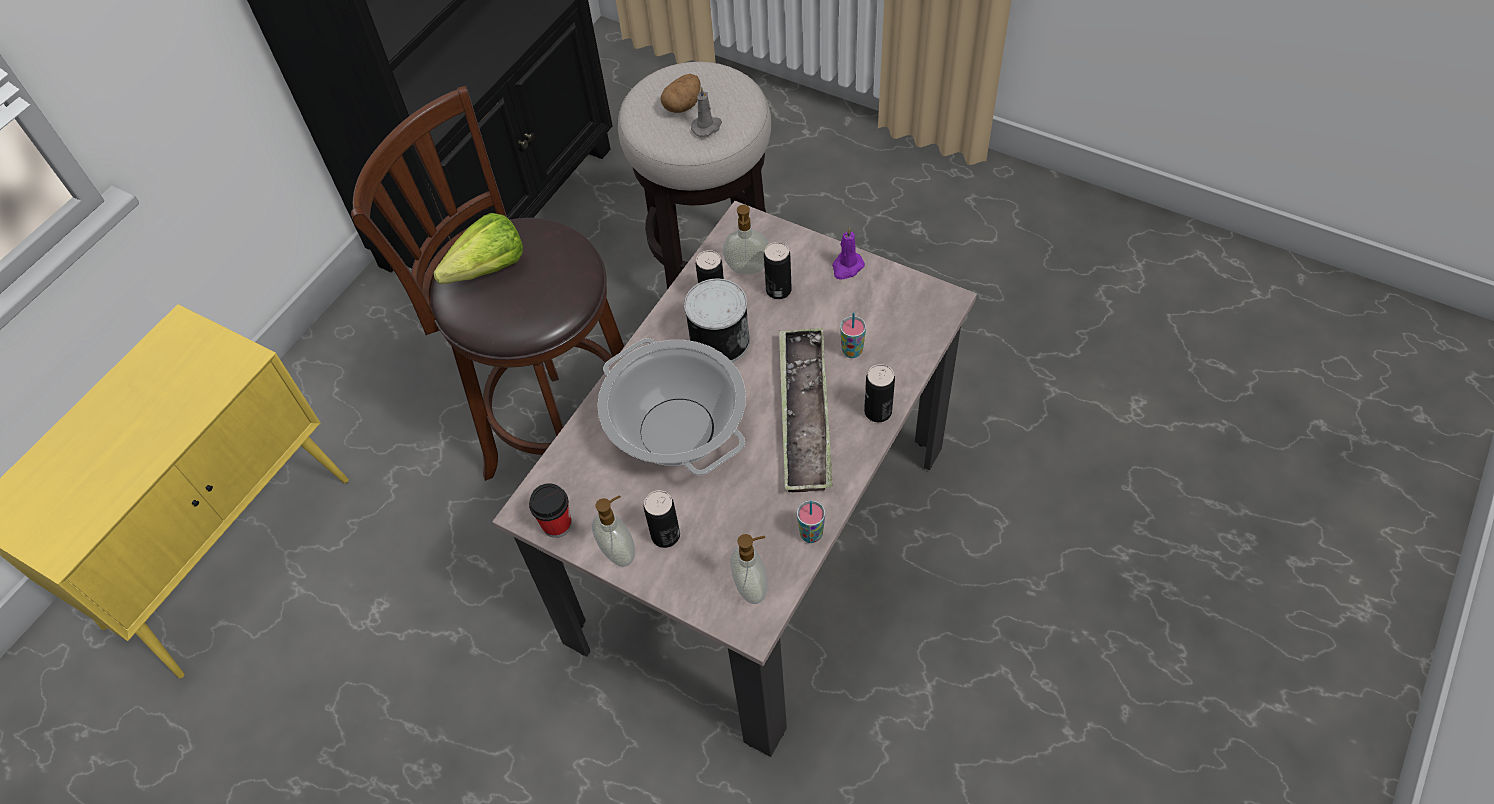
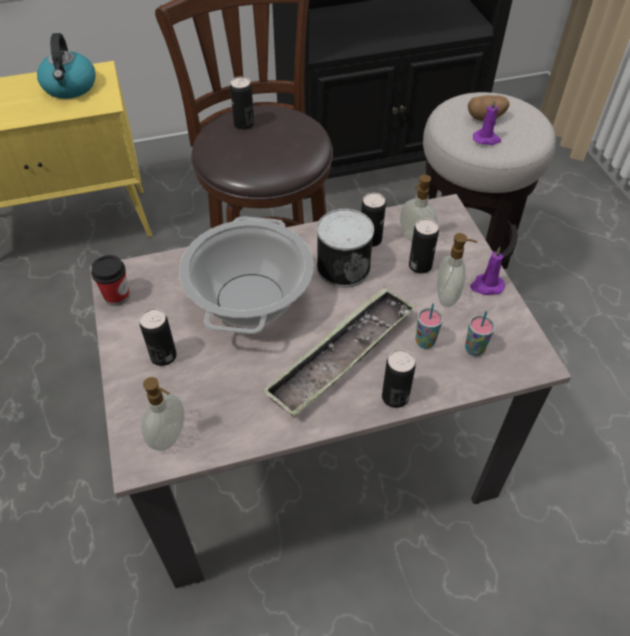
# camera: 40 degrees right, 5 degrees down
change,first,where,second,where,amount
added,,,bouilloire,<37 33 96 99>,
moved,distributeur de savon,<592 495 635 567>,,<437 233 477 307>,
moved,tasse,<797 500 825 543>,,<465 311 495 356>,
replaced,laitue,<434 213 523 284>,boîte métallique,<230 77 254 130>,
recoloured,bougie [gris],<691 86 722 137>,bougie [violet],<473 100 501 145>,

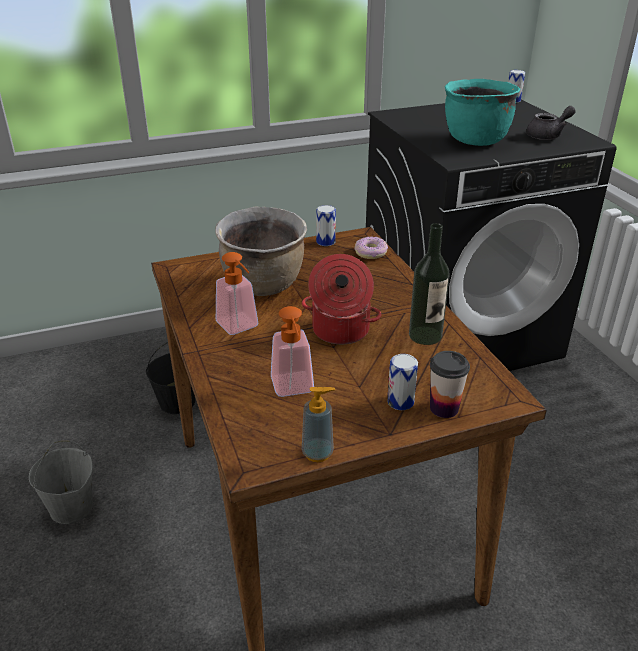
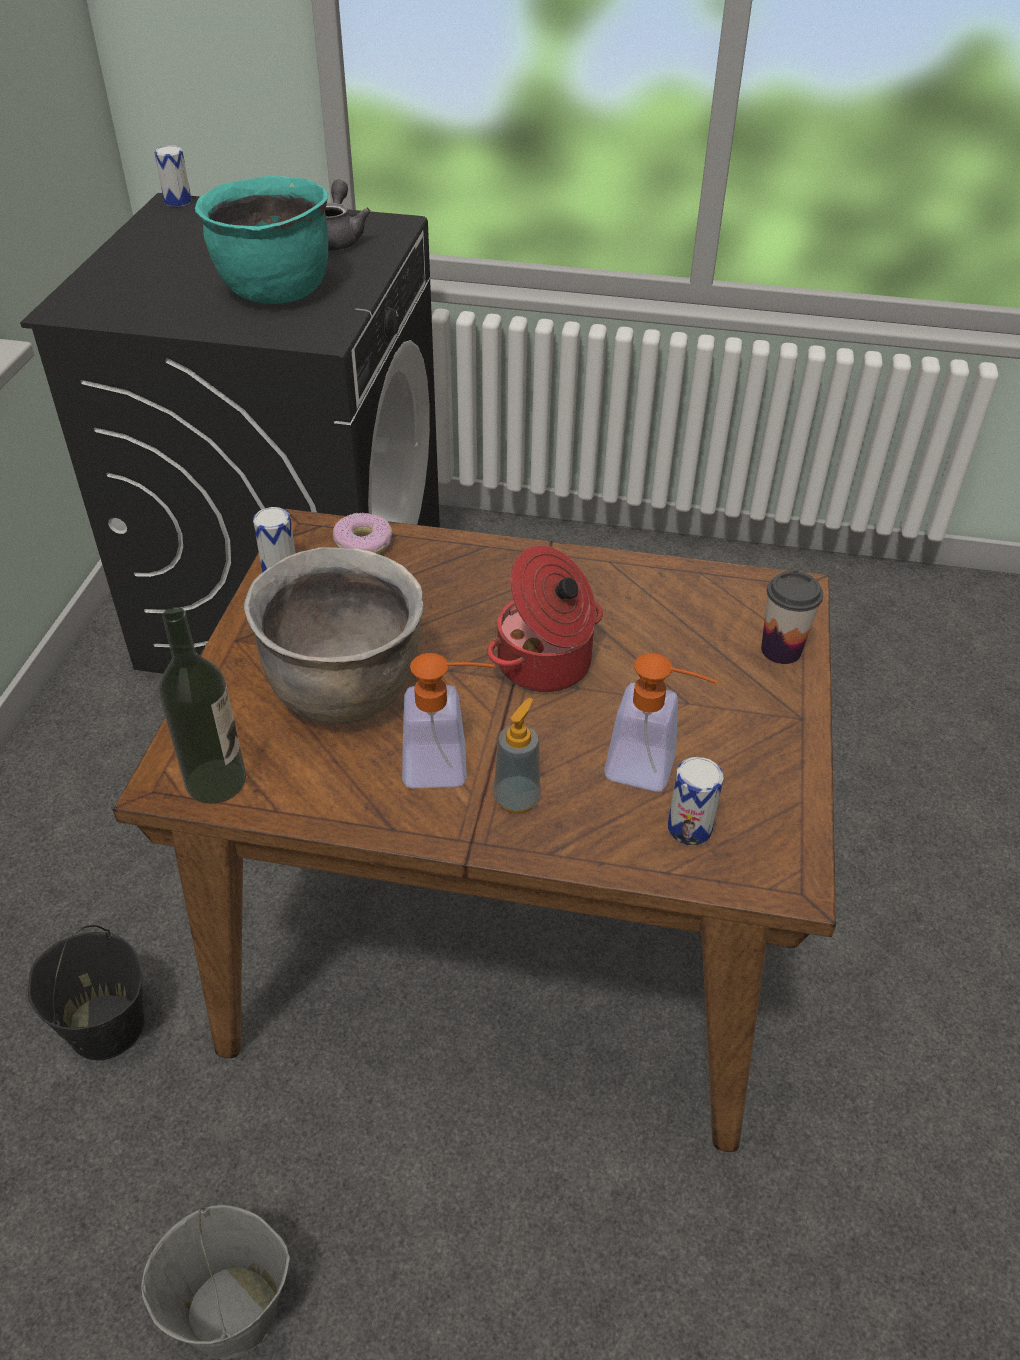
# camera: 60 degrees left, 10 degrees up
change,first,where,second,where,amount
moved,distributeur de savon,<302 387 335 462>,,<494 698 541 814>,
moved,boîte métallique,<387 354 418 410>,,<668 757 723 845>,
moved,bouteille,<409 223 450 345>,,<159 607 246 804>,

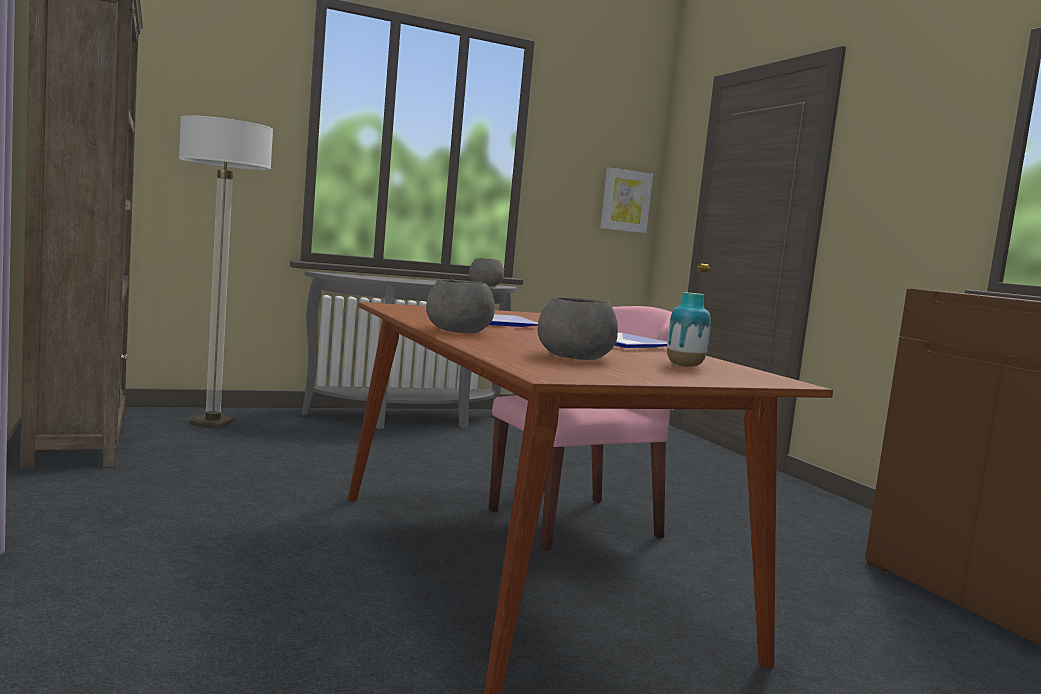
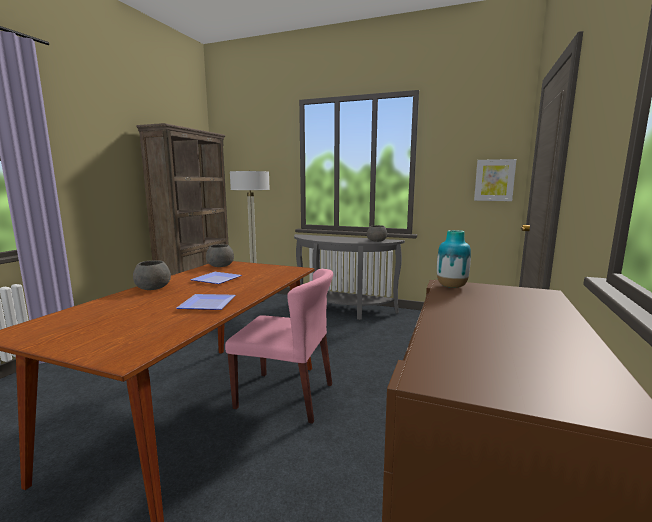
# camera: 45 degrees right, 5 degrees up
change,first,where,second,where,amount
moved,bol [gris],<538 297 618 360>,,<206 244 234 267>,
moved,vase,<667 292 711 367>,,<437 230 471 288>,

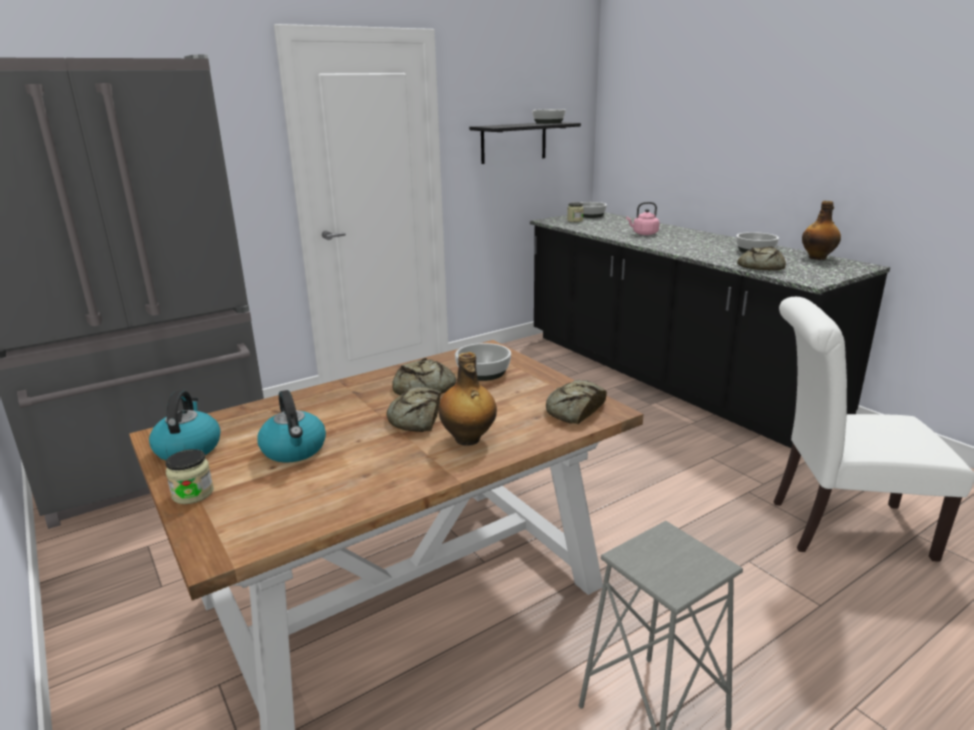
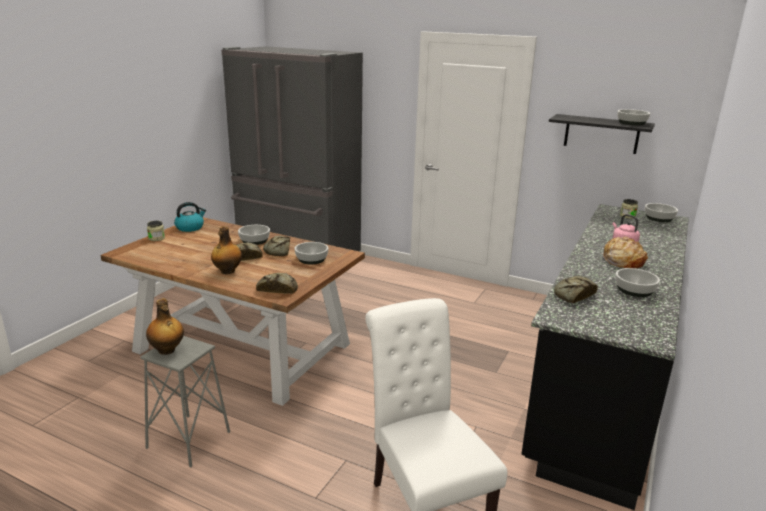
# camera: 60 degrees right, 0 degrees up
change,first,where,second,where,amount
removed,bouilloire,<257 390 326 463>,,,
added,,,bol,<238 225 270 245>,
added,,,pain,<602 236 648 268>,
moved,bouteille,<802 201 841 260>,,<146 298 184 355>,

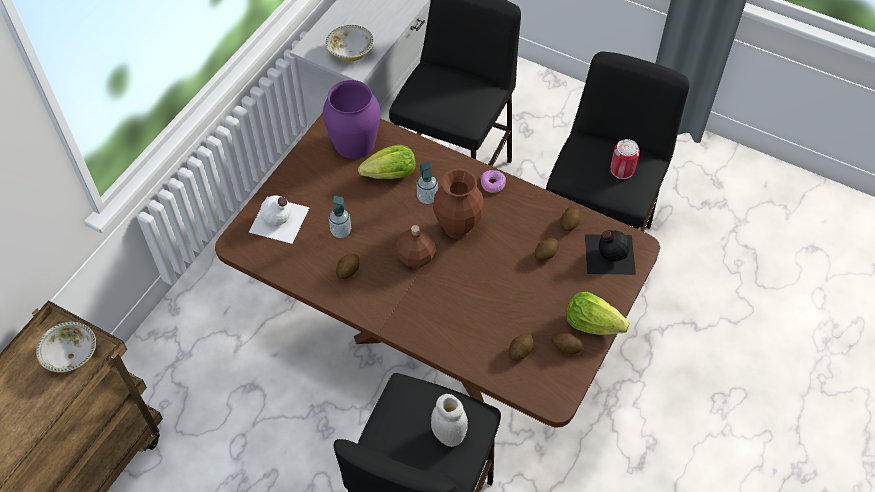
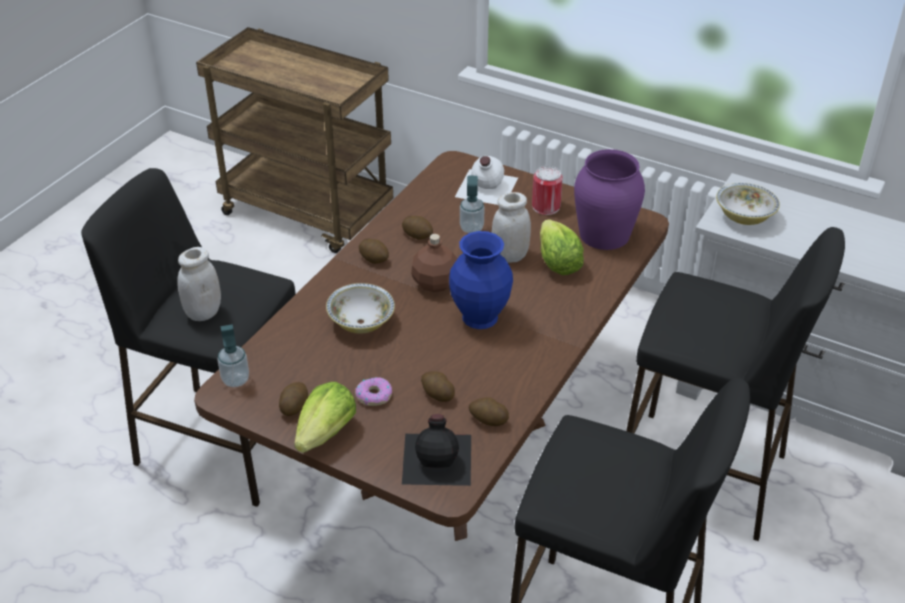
# camera: 90 degrees right, 15 degrees down
change,first,where,second,where,amount
added,,,bocal [blanc],<492 192 531 263>,
moved,bol,<36 322 96 373>,,<326 283 395 334>,
moved,distributeur de savon,<417 161 438 204>,,<218 324 249 387>,
moved,beignet,<481 170 506 193>,,<355 377 392 406>,
moved,pomme de terre,<508 334 533 361>,,<359 239 389 264>,
moved,boîte métallique,<611 139 640 179>,,<532 166 563 215>,
recoloured,vase [marron],<433 168 484 239>,vase [bleu],<449 231 513 329>,

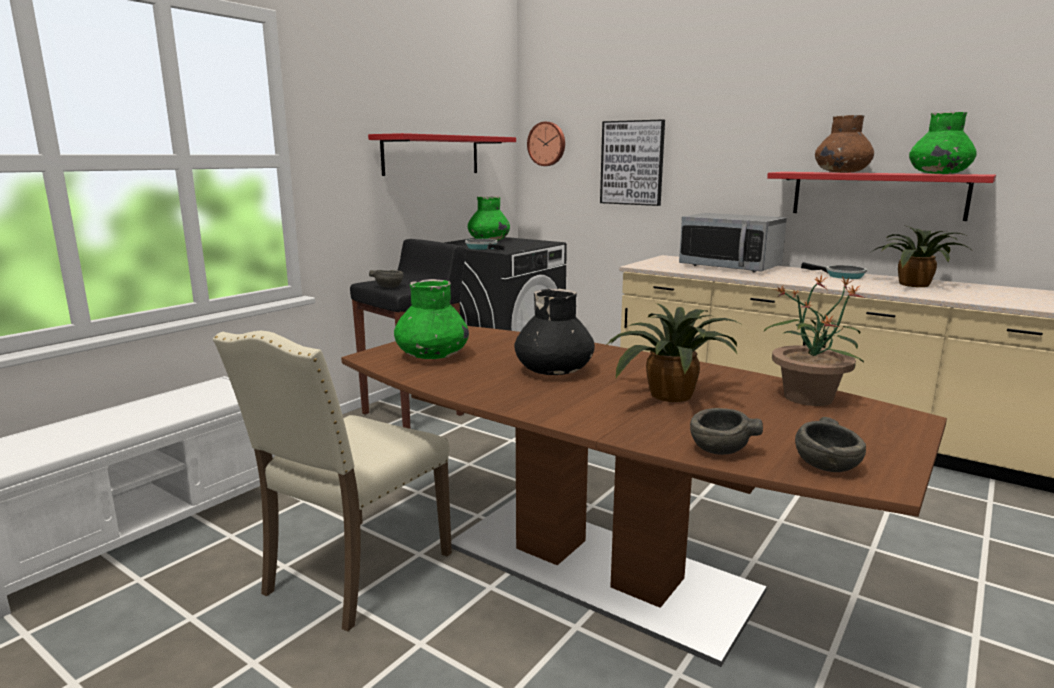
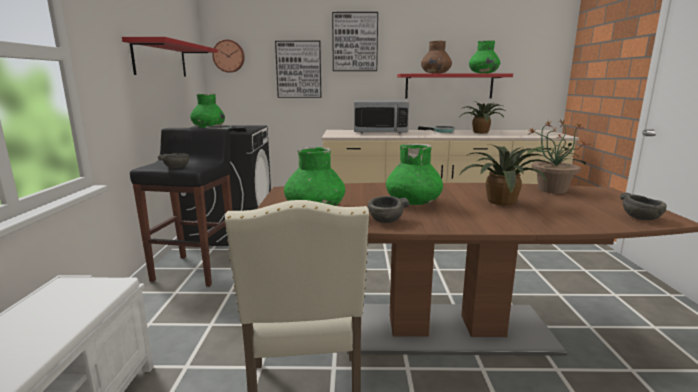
# camera: 35 degrees left, 0 degrees up
change,first,where,second,where,amount
added,,,tableau,<332 12 378 71>,
moved,bol [gris],<690 408 763 455>,,<368 196 409 223>,
recoloured,vase [noir],<514 289 595 375>,vase [vert],<386 143 443 205>,

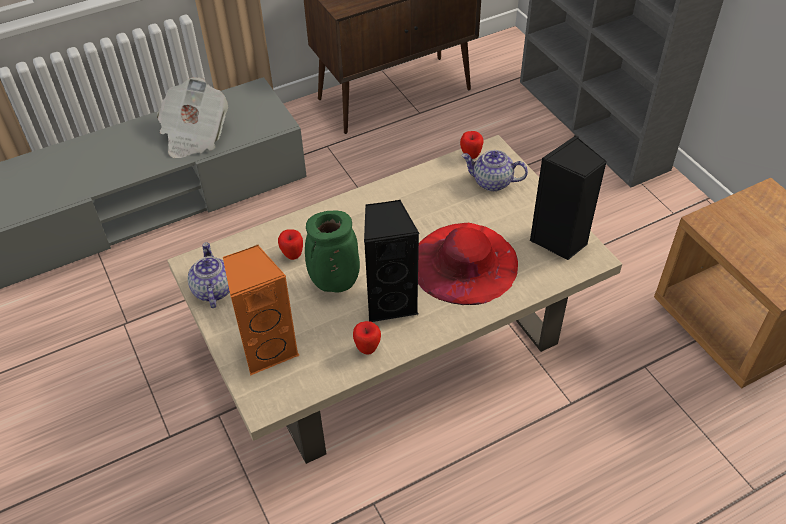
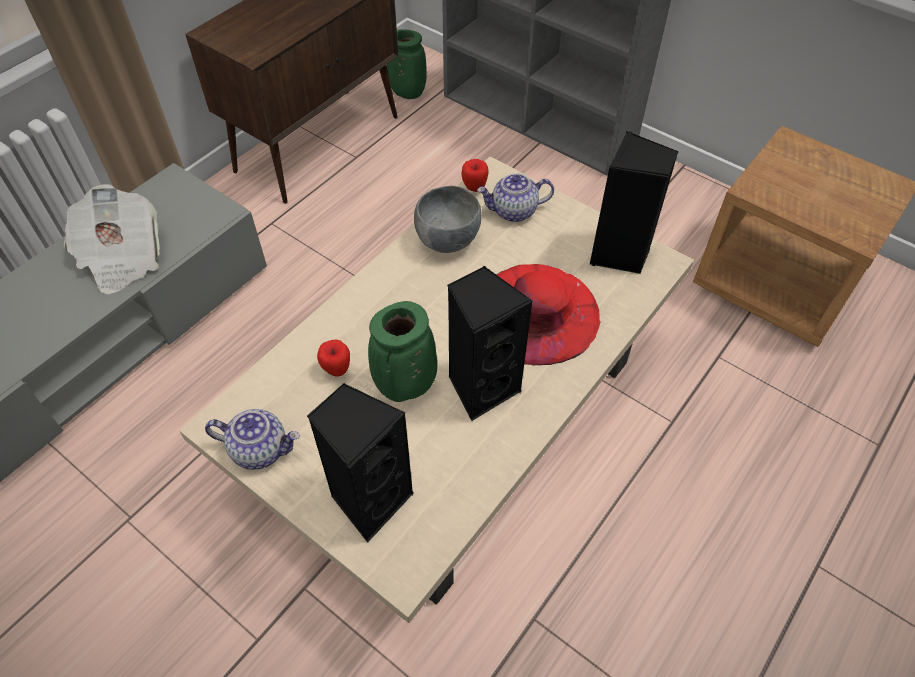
# camera: 25 degrees left, 5 degrees up
change,first,where,second,where,amount
removed,pomme,<353 321 381 355>,,,
added,,,vase [vert],<387 29 427 99>,
added,,,bol [gris],<414 186 482 253>,
recoloured,enceinte [orange],<223 245 299 376>,enceinte [noir],<307 382 414 543>,
turned,théière,<188 242 230 308>,,<205 409 300 470>,135 degrees clockwise

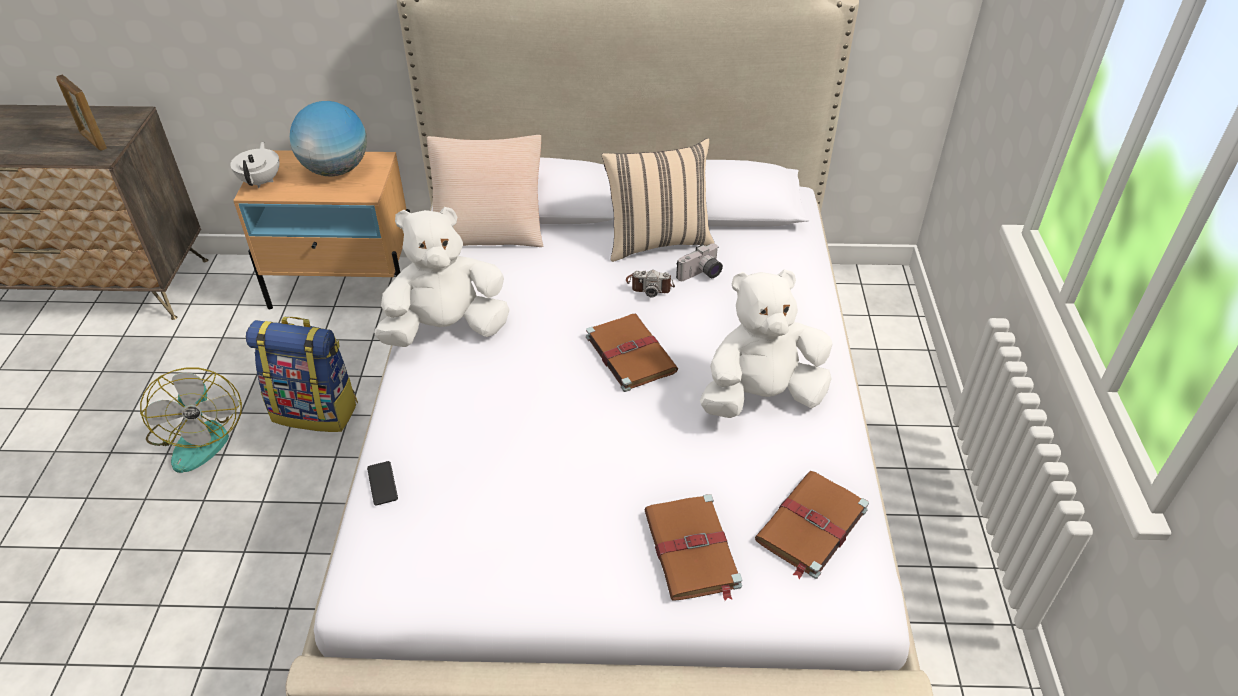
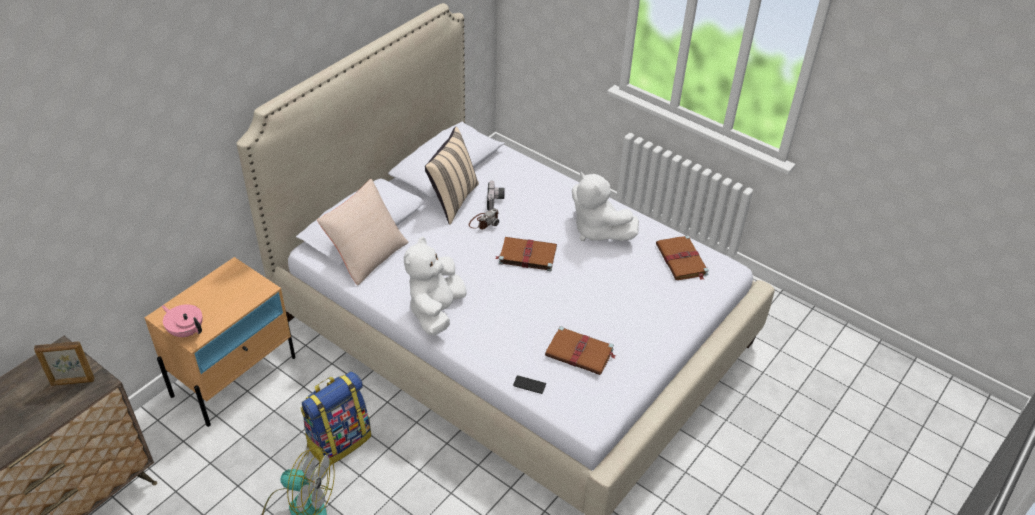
# camera: 55 degrees left, 0 degrees up
change,first,where,second,where,amount
removed,globe,<290 101 367 177>,,,
moved,livre [marron],<644 494 742 601>,,<545 326 616 375>,
recoloured,théière [blanc],<230 142 279 188>,théière [rose],<162 304 203 337>,
turned,peluche [blanc],<700 269 833 418>,,<572 171 639 241>,60 degrees counterclockwise

